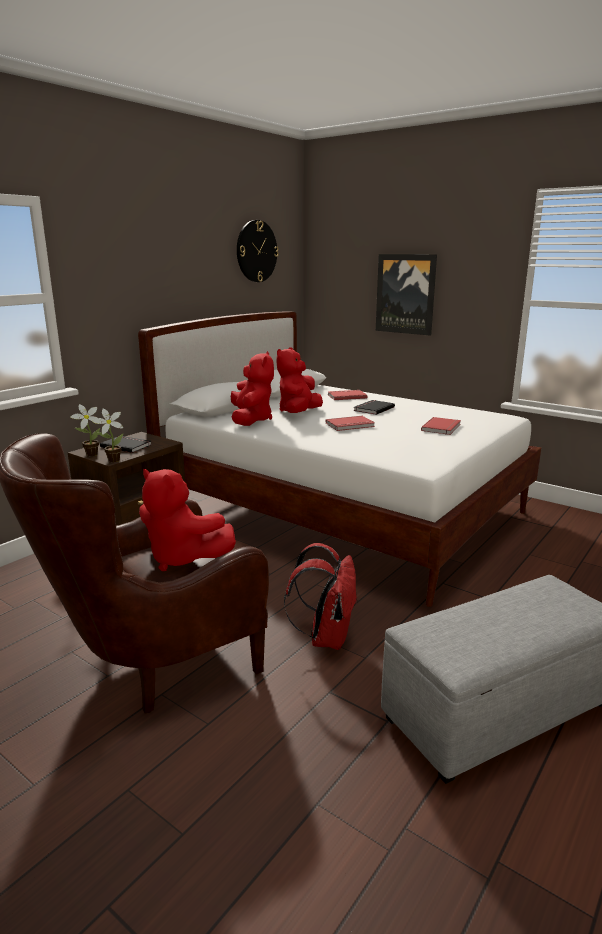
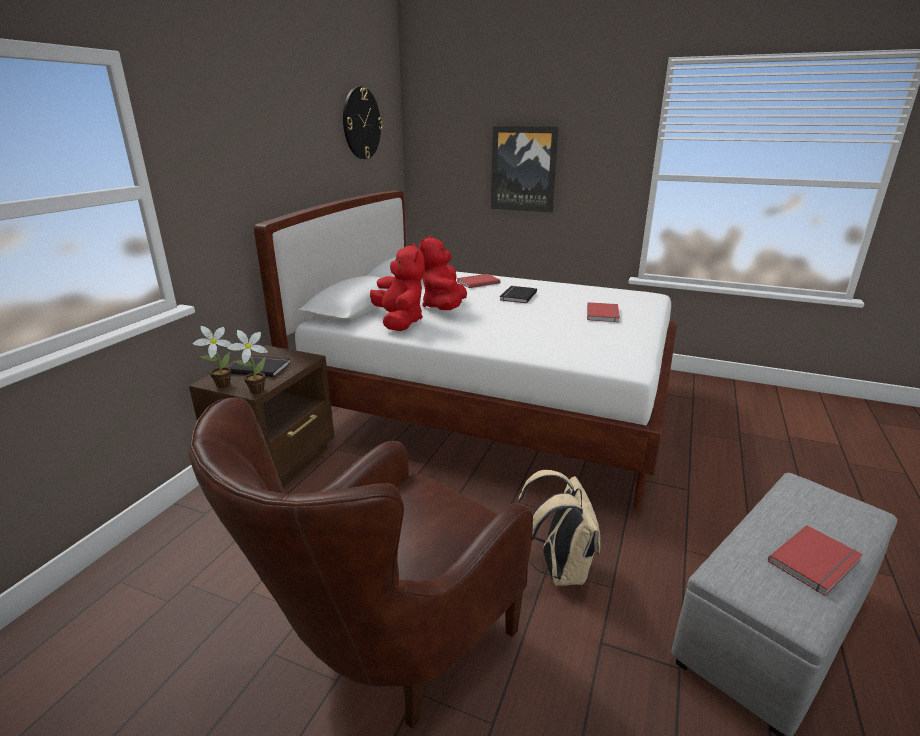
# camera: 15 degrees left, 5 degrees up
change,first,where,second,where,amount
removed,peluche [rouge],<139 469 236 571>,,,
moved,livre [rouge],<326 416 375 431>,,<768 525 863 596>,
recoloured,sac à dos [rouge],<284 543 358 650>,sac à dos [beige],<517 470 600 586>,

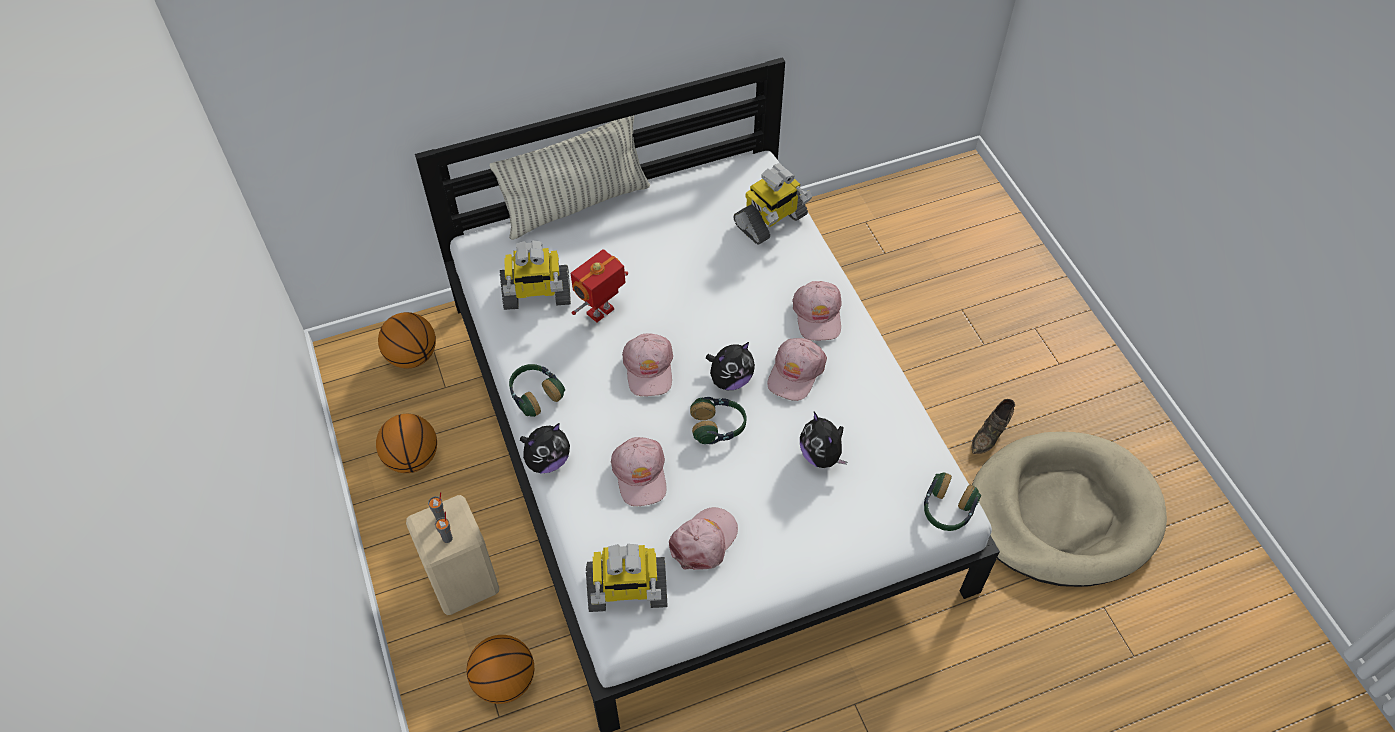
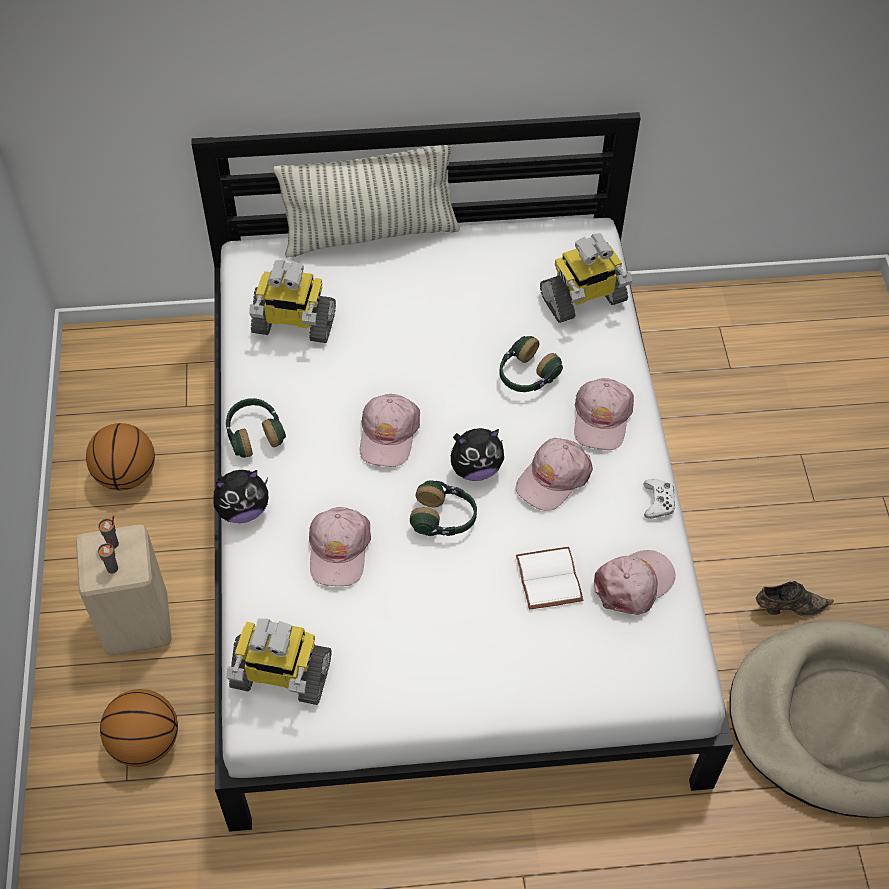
# camera: 15 degrees right, 0 degrees up
change,first,where,second,where,amount
removed,ballon de basket,<378 312 436 369>,,,
removed,robot jouet,<571 249 628 322>,,,
added,,,manette [blanc],<643 479 676 519>,
moved,casquette [rose],<669 507 738 570>,,<594 550 676 615>,
moved,casque audio,<924 472 981 531>,,<499 336 563 392>,
replaced,peluche,<800 412 847 468>,livre [blanc],<516 547 583 610>,
turned,chaussure [marron],<972 399 1015 454>,,<756 581 834 617>,150 degrees counterclockwise

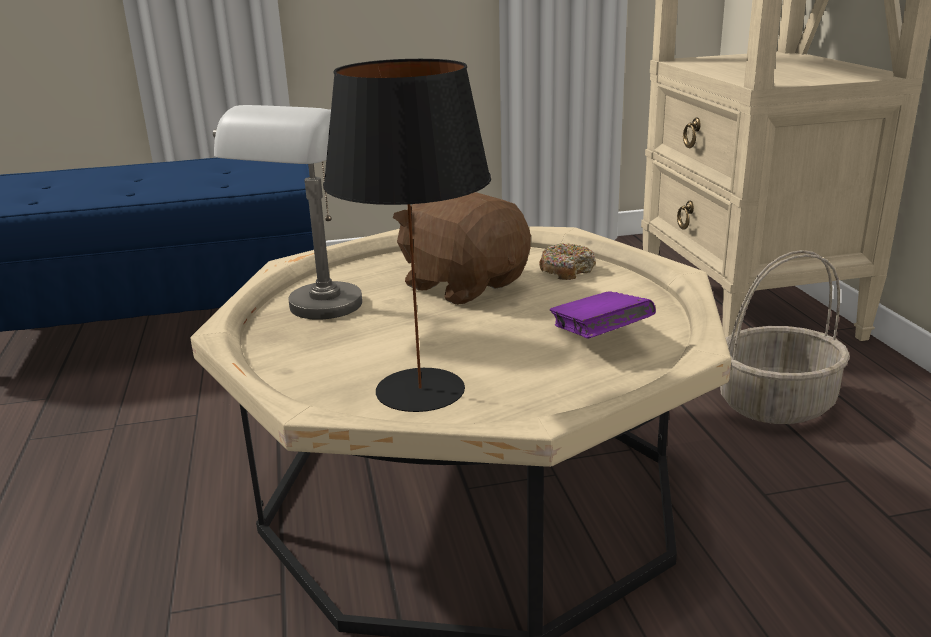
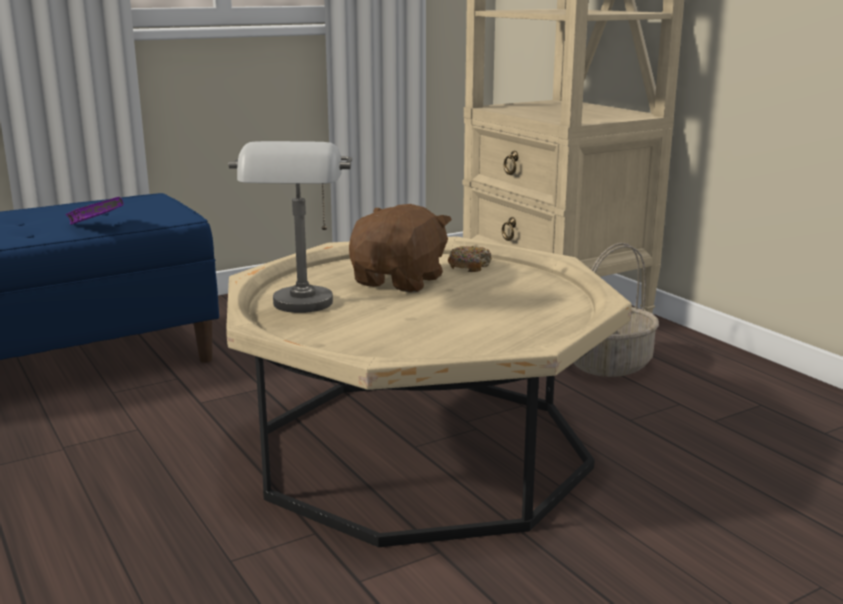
# camera: 20 degrees left, 5 degrees down
change,first,where,second,where,amount
removed,lampe de table [noir],<323 59 491 412>,,,
moved,livre [violet],<550 291 656 339>,,<66 197 124 225>,
turned,peluche [marron],<393 192 531 305>,,<349 204 452 292>,90 degrees clockwise

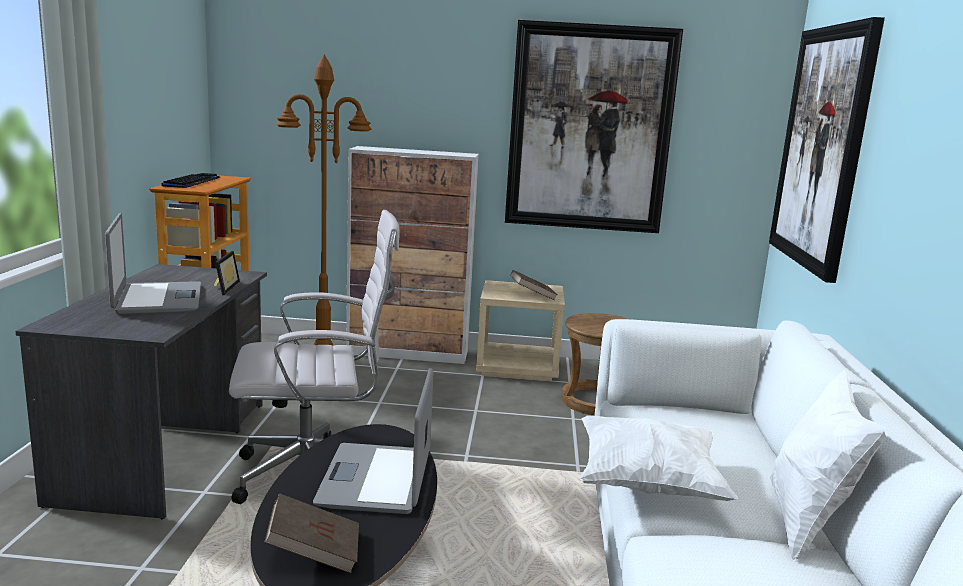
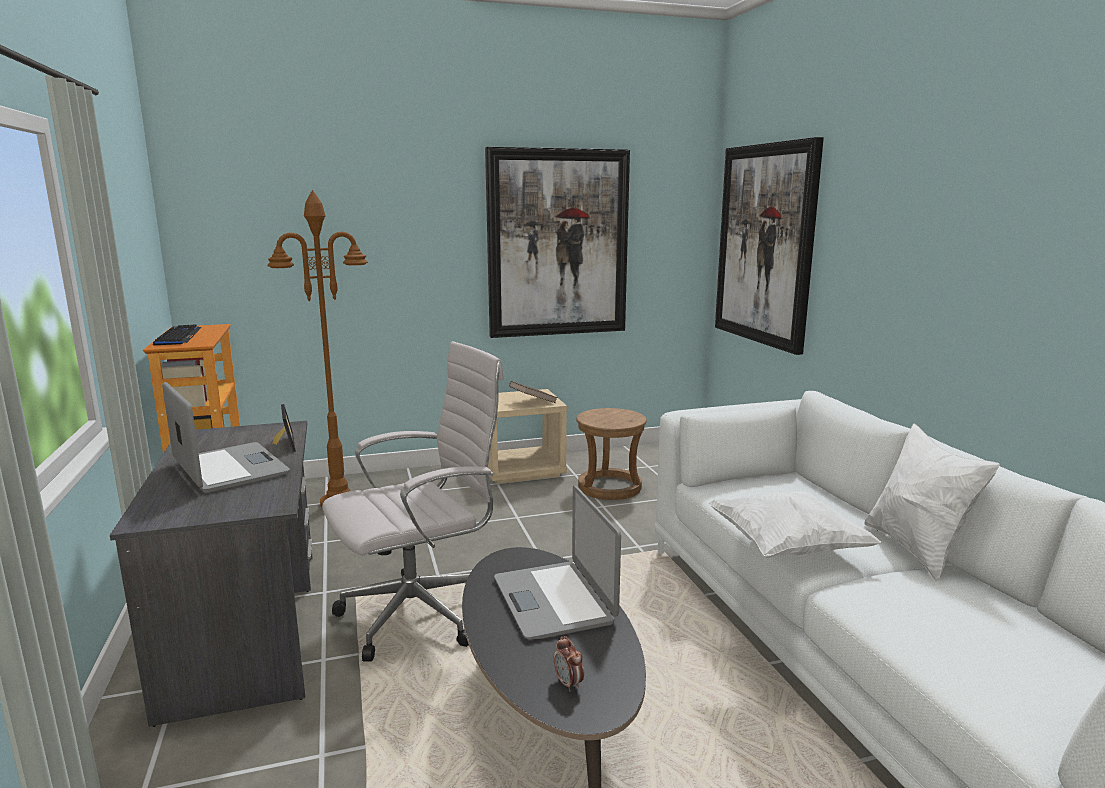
# camera: 20 degrees left, 0 degrees up
change,first,where,second,where,amount
removed,meuble de rangement,<346 146 479 364>,,,
replaced,livre [marron],<264 493 359 573>,réveil,<554 636 584 692>,

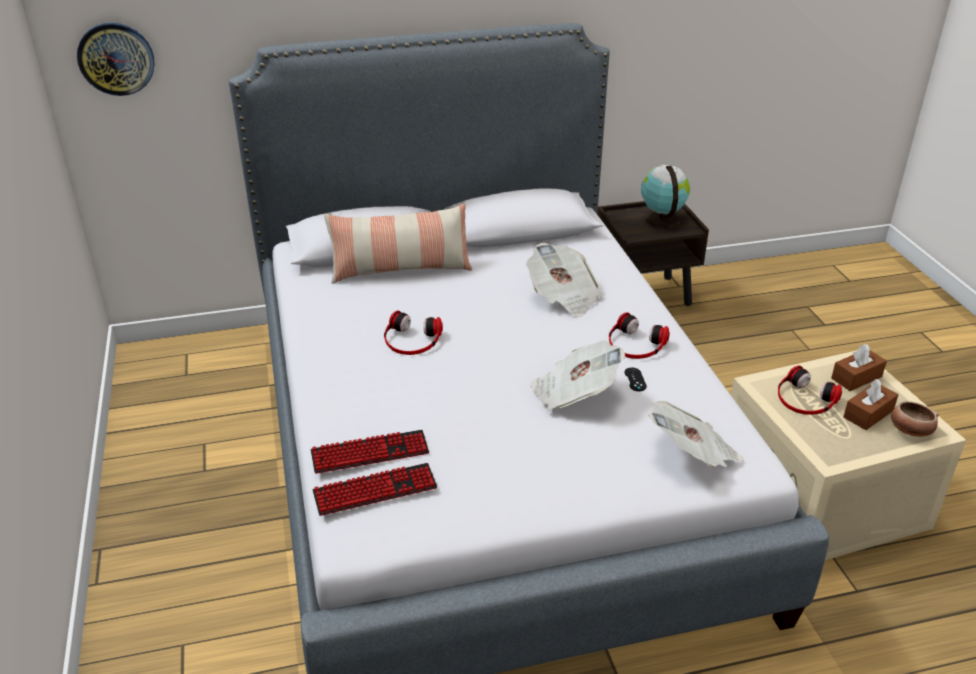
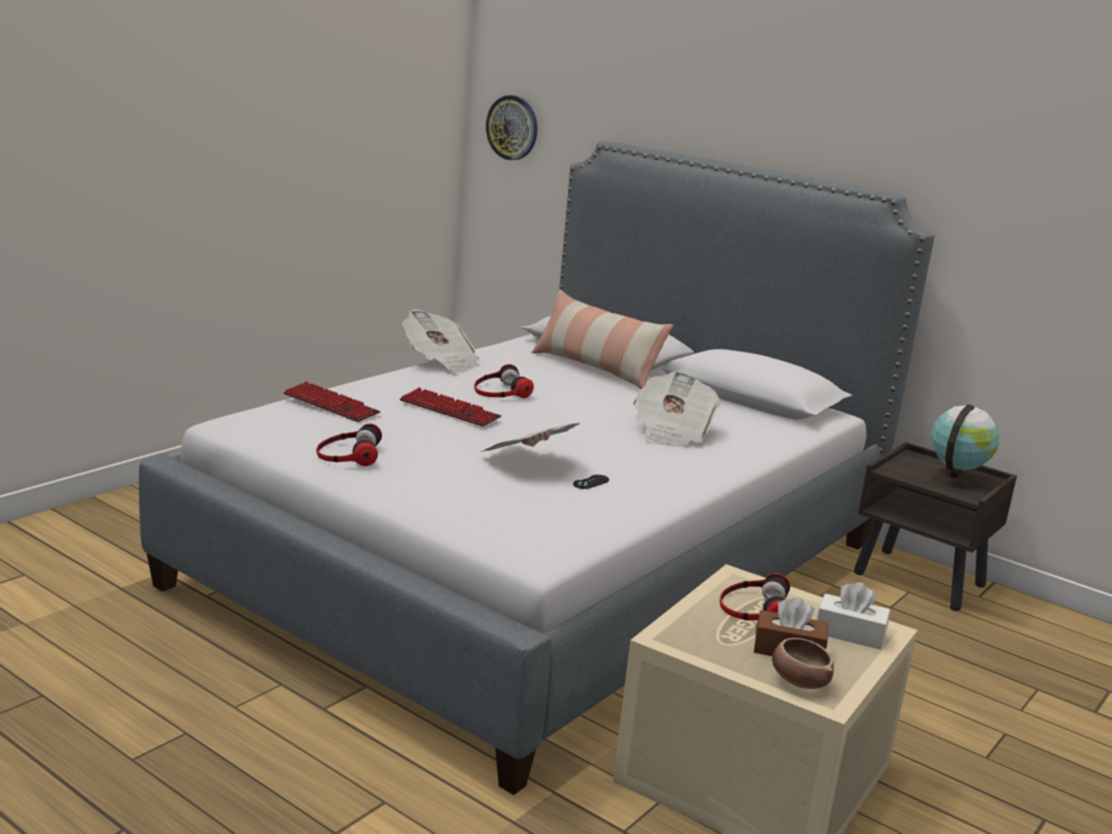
# camera: 50 degrees right, 15 degrees down
change,first,where,second,where,amount
moved,clavier,<313 463 437 516>,,<400 388 501 427>,
moved,casque audio,<609 312 670 359>,,<316 424 382 466>,
moved,journal,<648 401 744 467>,,<402 309 480 374>,
recoloured,boîte à mouchoirs [marron],<831 344 887 391>,boîte à mouchoirs [blanc],<817 582 890 650>,

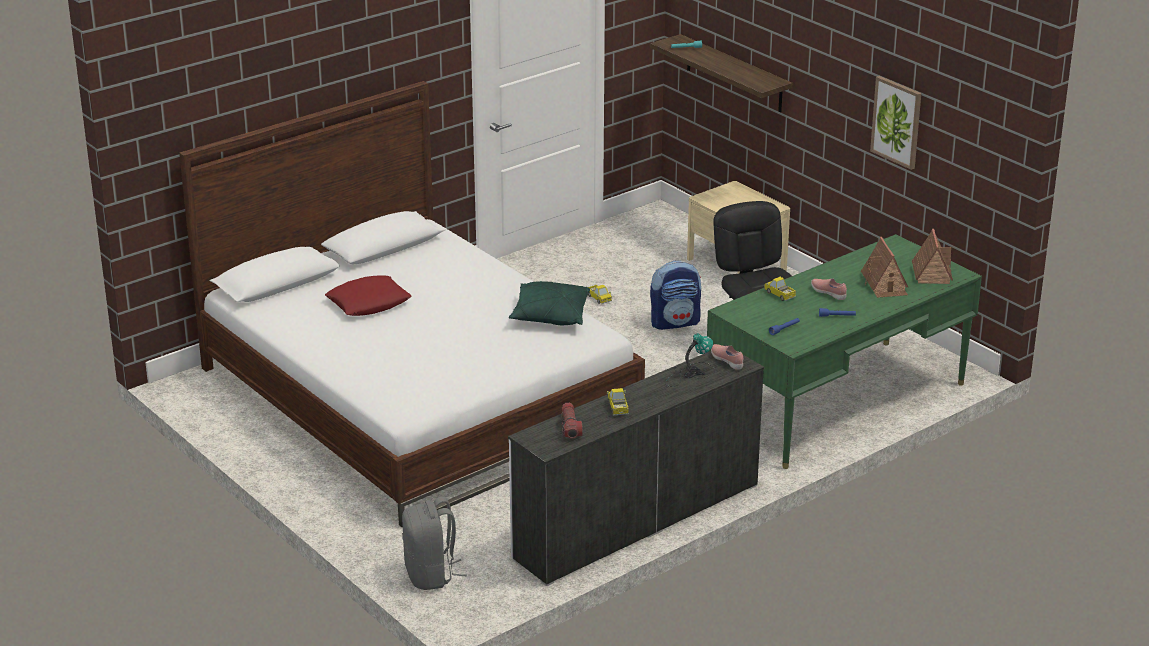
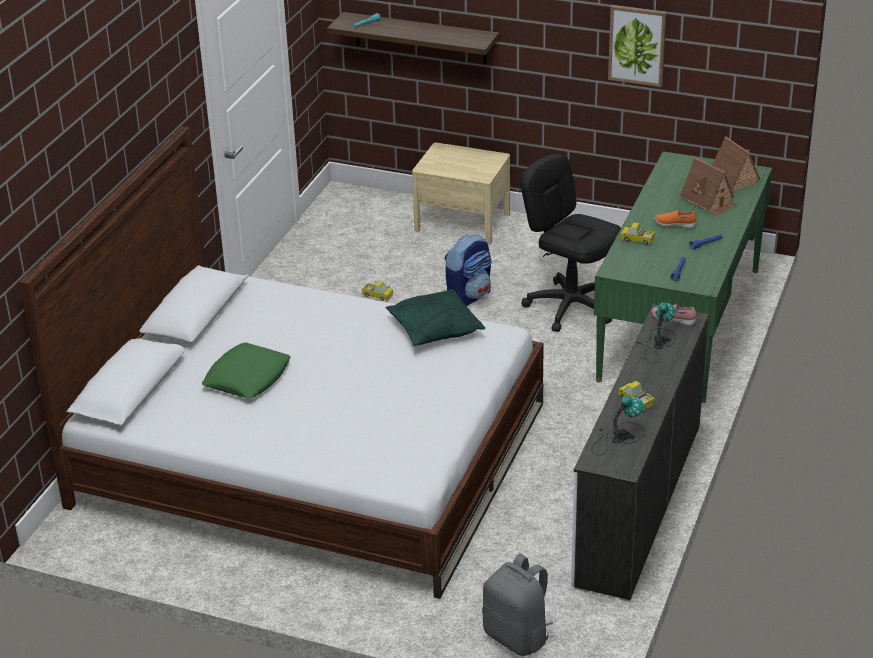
# camera: 30 degrees left, 5 degrees up
change,first,where,second,where,amount
replaced,lampe de poche,<562 403 583 439>,lampe de table,<592 396 645 455>,
recoloured,coussin [rouge],<325 275 412 316>,coussin [vert],<202 343 291 398>,
recoloured,chaussure [rose],<811 279 847 300>,chaussure [orange],<655 210 697 228>,

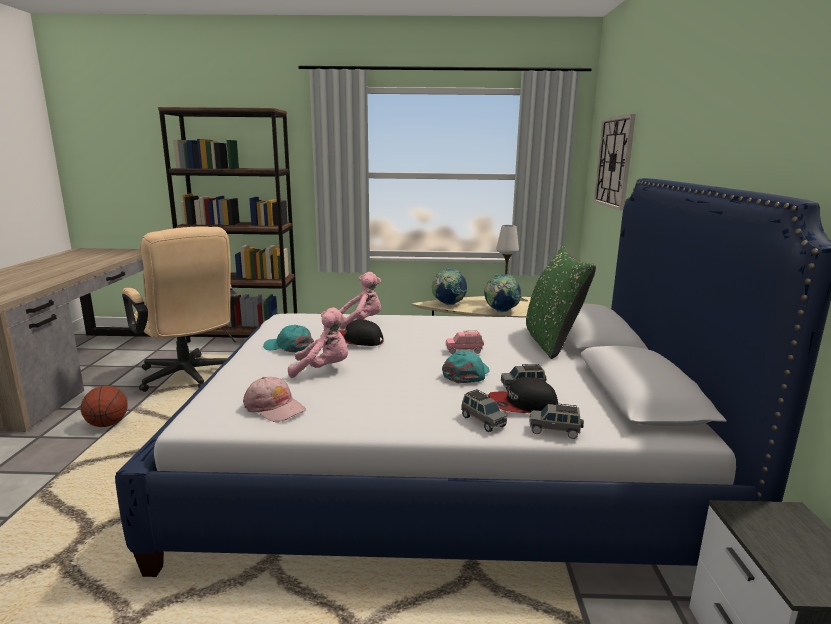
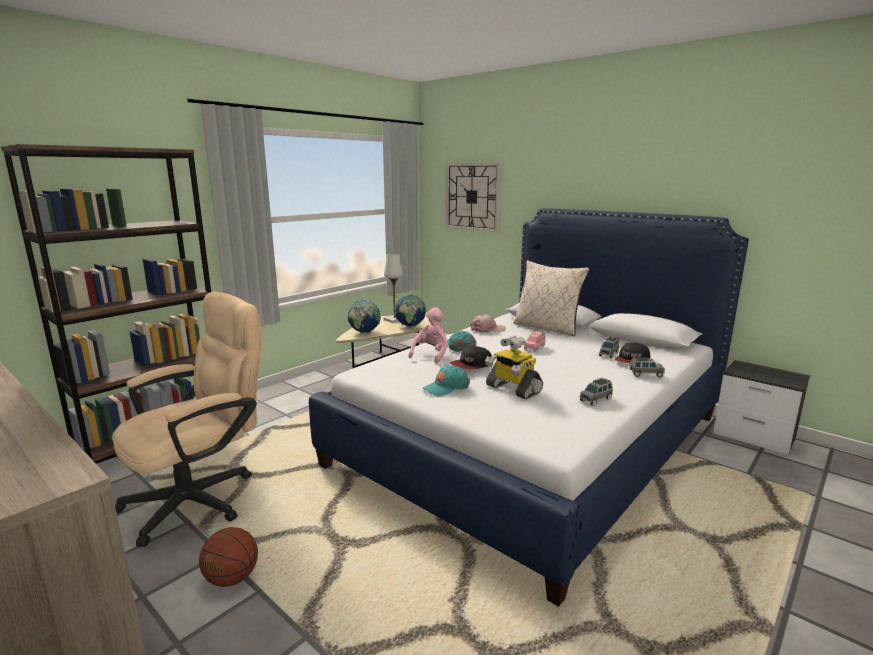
# camera: 50 degrees left, 0 degrees up
change,first,where,second,where,amount
moved,casquette [rose],<243 377 306 422>,,<470 314 506 333>,
moved,casquette [turquoise],<442 351 489 383>,,<447 331 477 352>,
moved,petite voiture [gris],<529 403 584 439>,,<580 378 613 406>,
replaced,peluche [rose],<288 308 348 378>,robot jouet,<485 336 543 399>,
recoloured,coussin [vert],<526 246 596 359>,coussin [beige],<513 260 589 336>,
turned,chaise de bureau [beige],<122 226 238 392>,,<112 292 262 547>,45 degrees counterclockwise

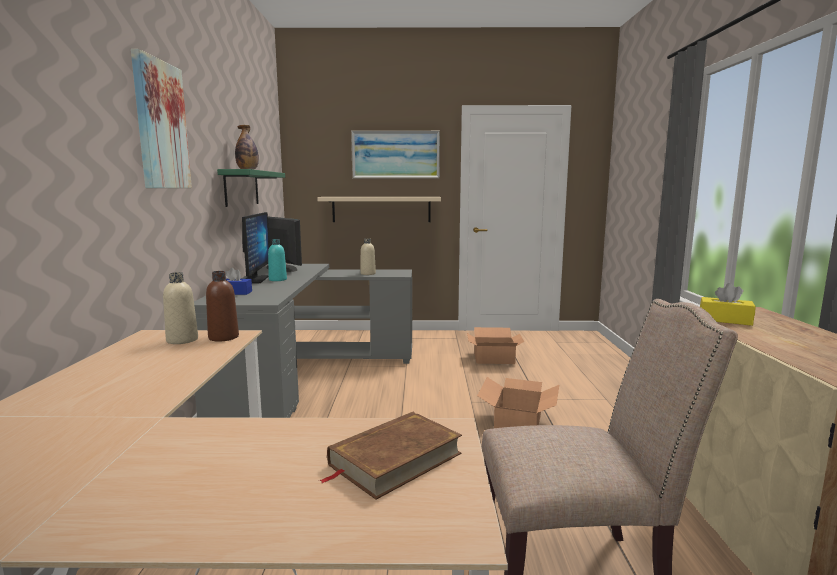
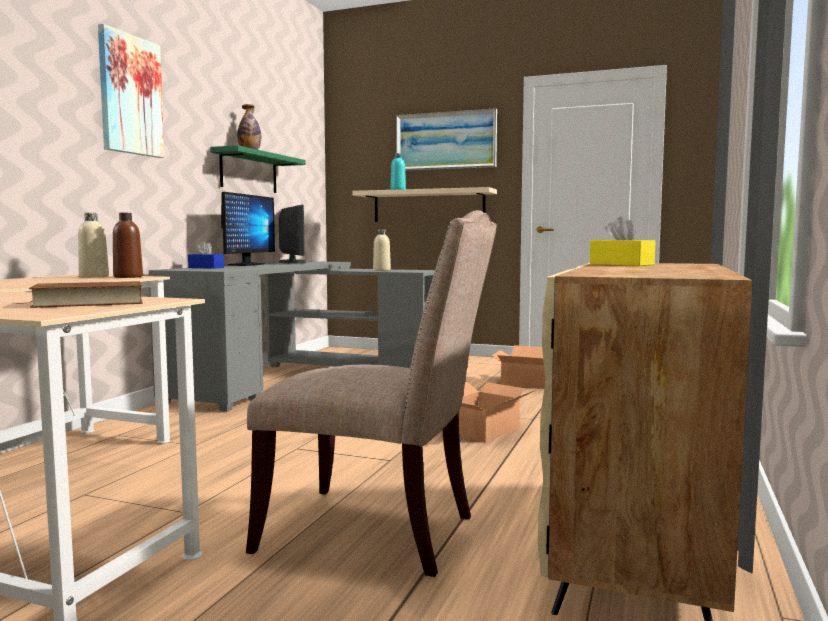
# camera: 20 degrees right, 5 degrees down
change,first,where,second,where,amount
moved,bouteille [turquoise],<268 239 287 281>,,<390 153 406 190>,

